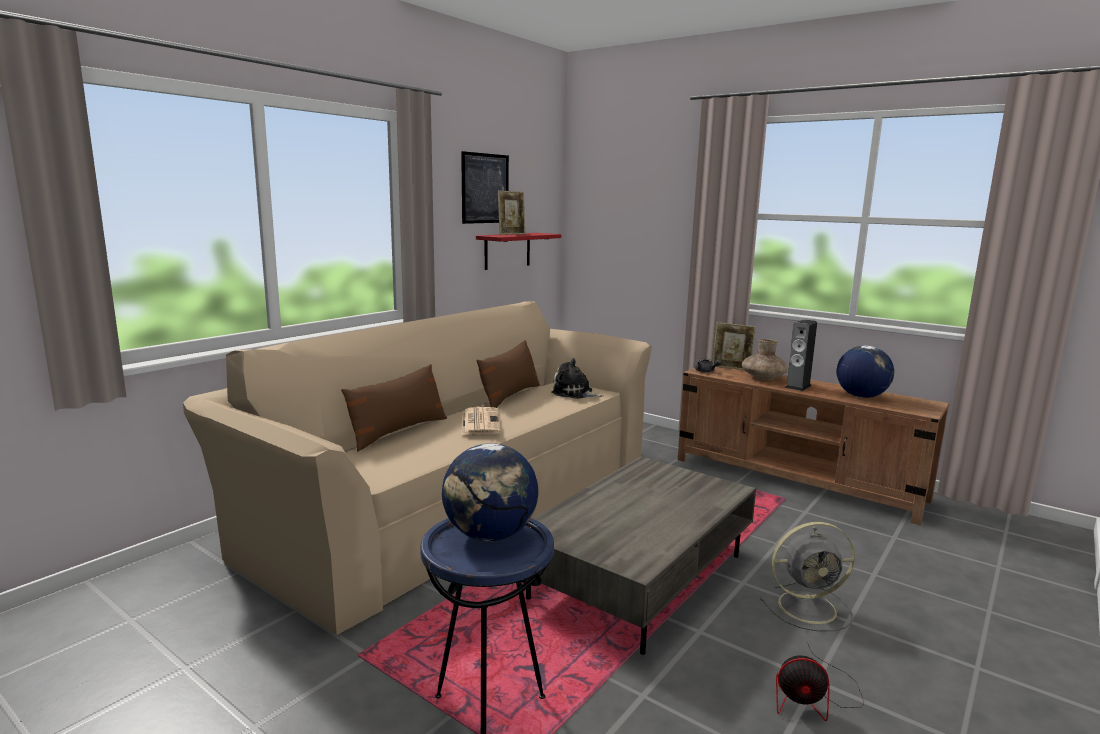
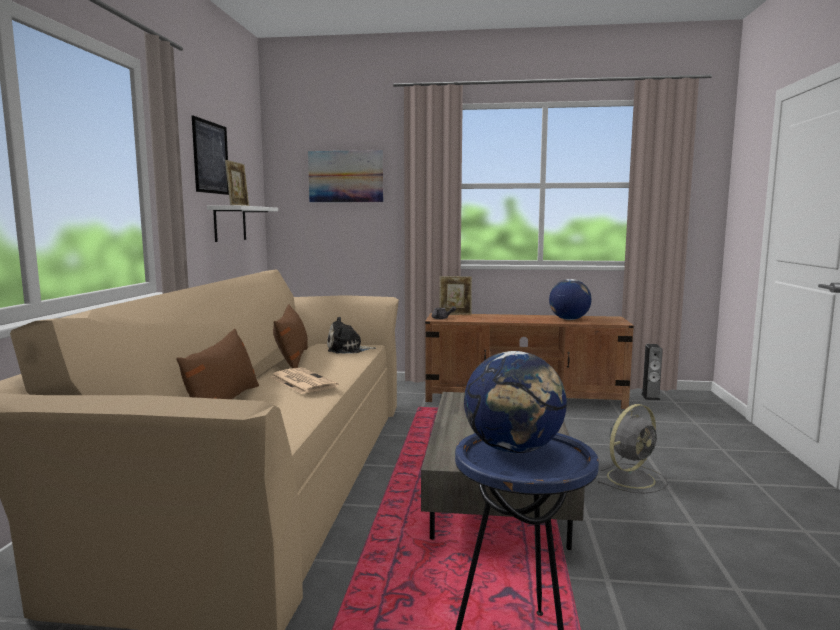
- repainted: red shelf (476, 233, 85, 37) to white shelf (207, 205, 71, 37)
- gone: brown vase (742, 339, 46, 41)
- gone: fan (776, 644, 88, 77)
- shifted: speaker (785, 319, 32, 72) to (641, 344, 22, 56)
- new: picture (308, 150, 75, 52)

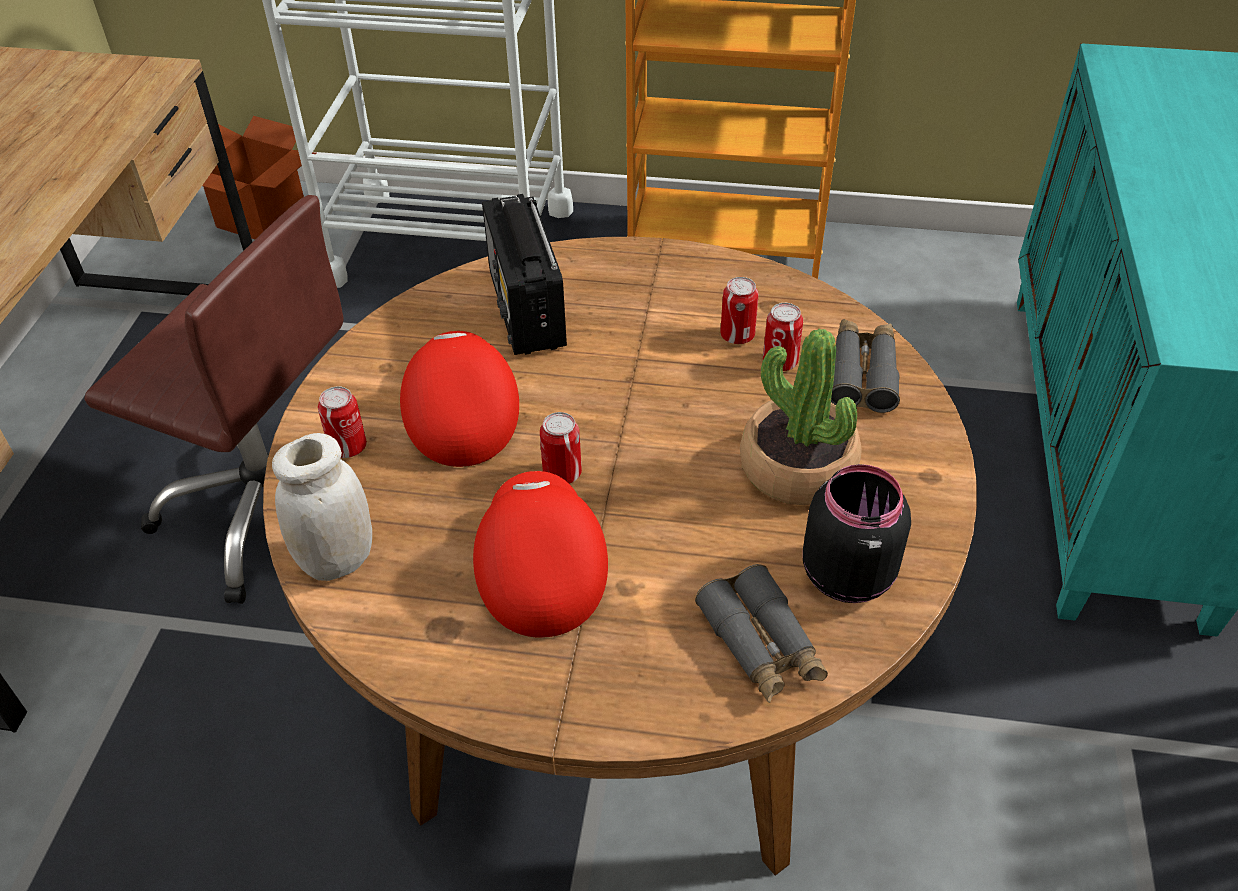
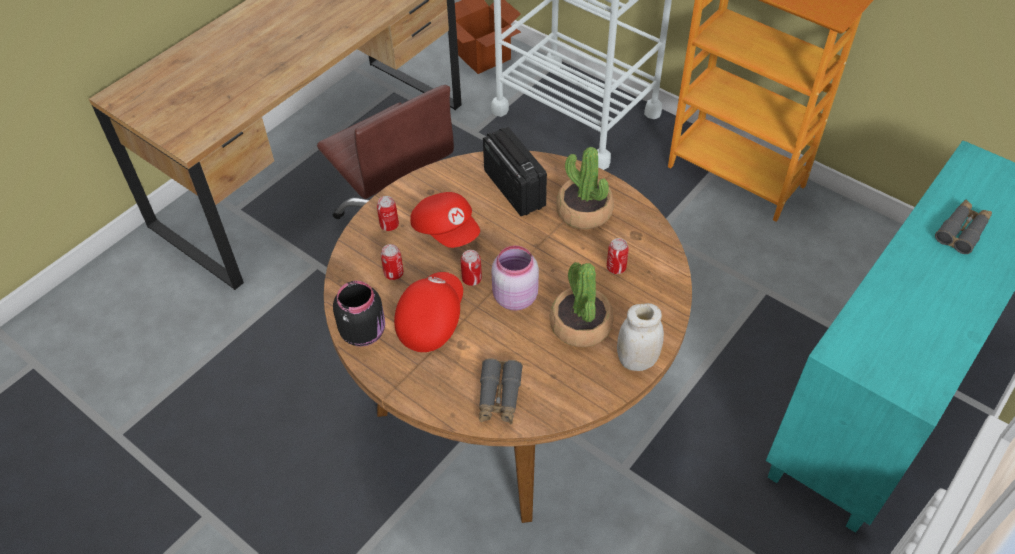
- shifted: white jar (272, 433, 100, 148) to (617, 303, 47, 68)
- rotated: red cap (400, 331, 119, 136) = (410, 192, 70, 56) 120 degrees clockwise
- rotated: radio (482, 194, 85, 161) = (483, 127, 64, 89) 135 degrees clockwise
- shifted: can (720, 277, 38, 67) to (381, 244, 23, 36)
- shifted: black jar (803, 464, 108, 139) to (333, 281, 52, 66)
- shifted: grey binoculars (831, 319, 69, 94) to (935, 200, 57, 54)
- new: pink jar (491, 246, 48, 65)
- new: potted plant (556, 147, 58, 83)

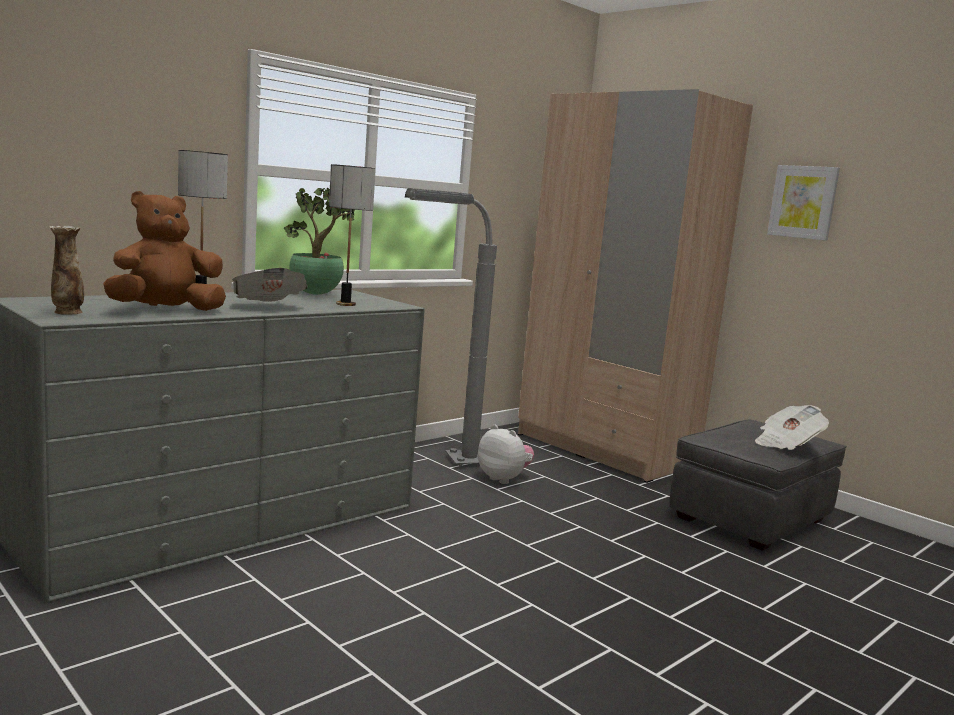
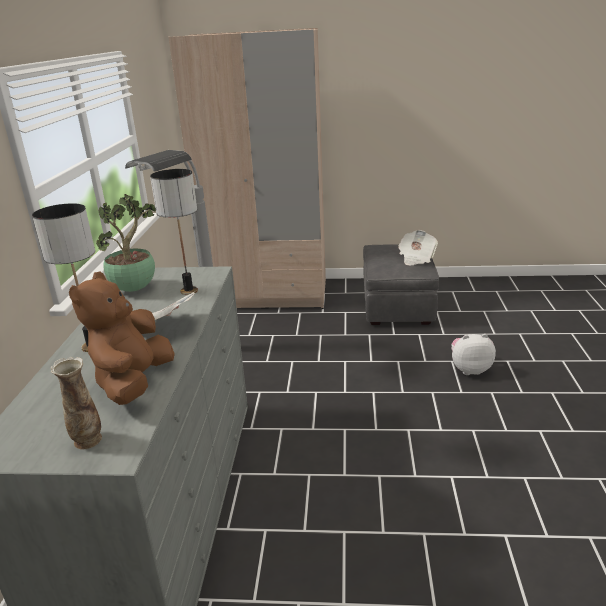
- shifted: plush toy (478, 425, 56, 59) to (451, 334, 45, 41)
- gone: picture (767, 165, 73, 76)

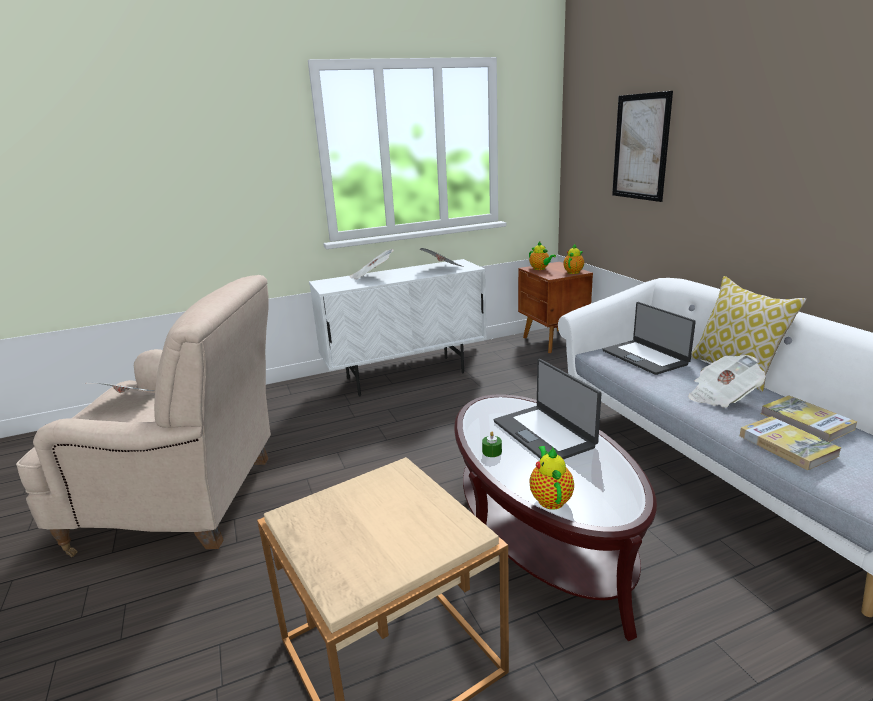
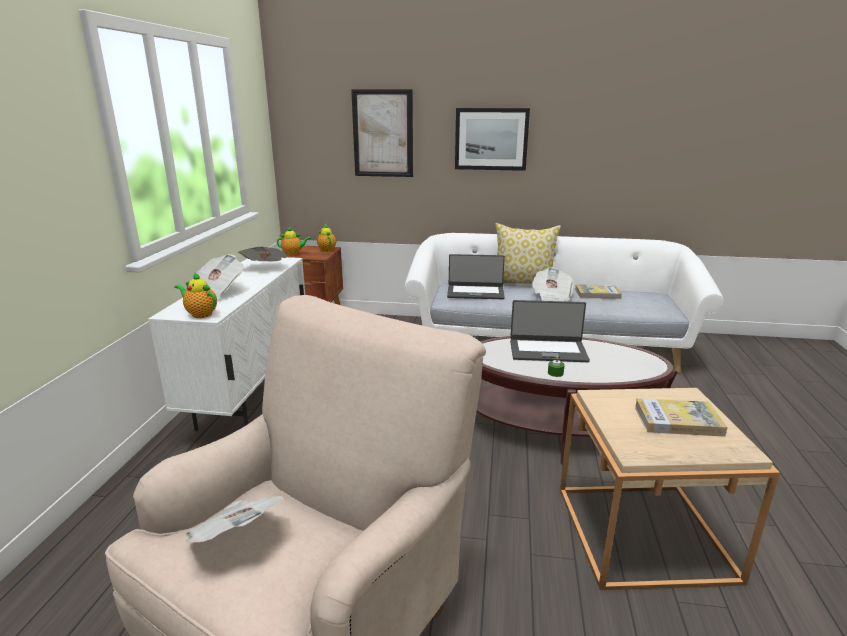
- shifted: teapot (529, 446, 45, 63) to (174, 272, 43, 46)
- shifted: book (740, 416, 101, 54) to (635, 398, 93, 39)
- new: picture (455, 108, 75, 63)

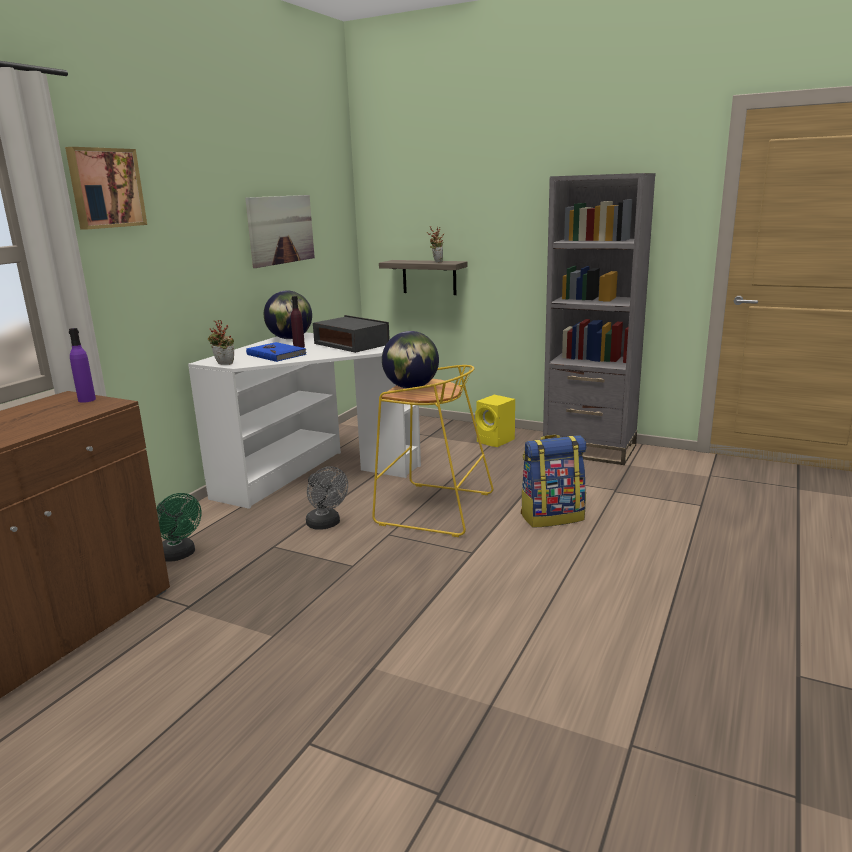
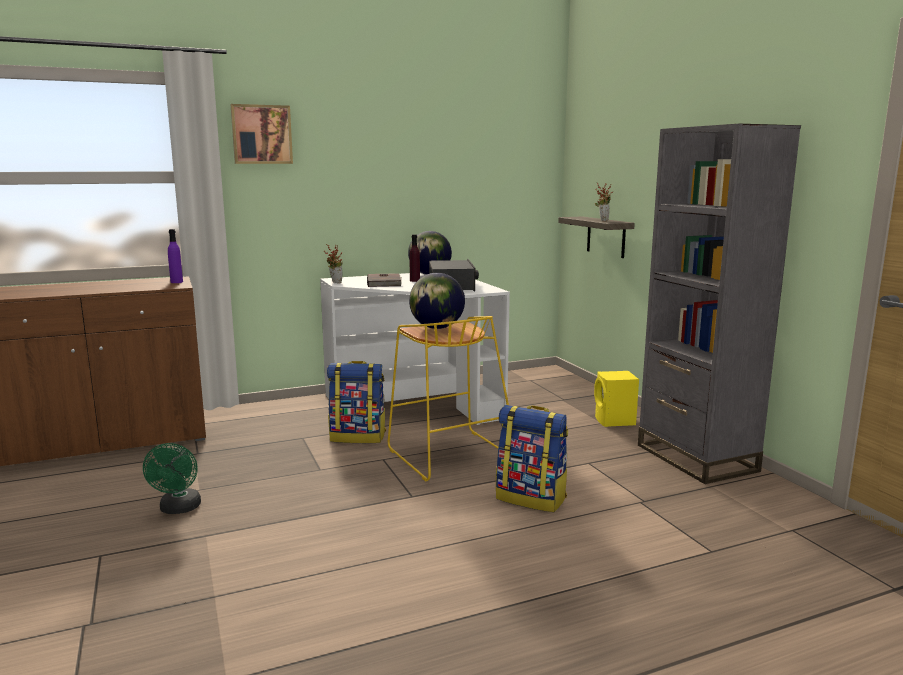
- shifted: green fan (157, 493, 45, 69) to (143, 443, 58, 71)
- gone: picture (245, 195, 70, 73)
- repainted: blue book (246, 342, 61, 20) to brown book (367, 273, 35, 14)
- swapped: grey fan (306, 466, 42, 64) to backpack (327, 361, 59, 82)

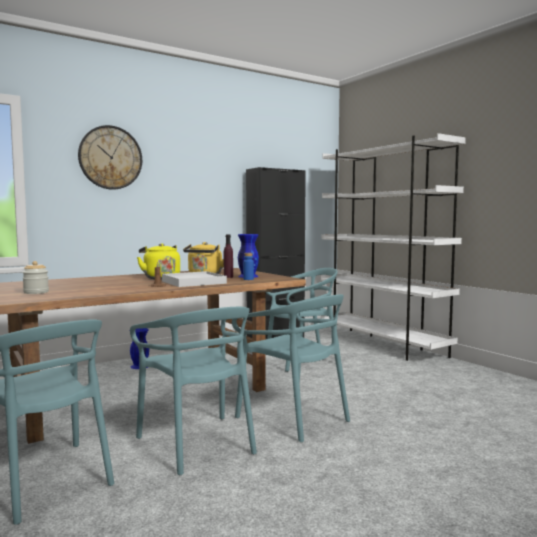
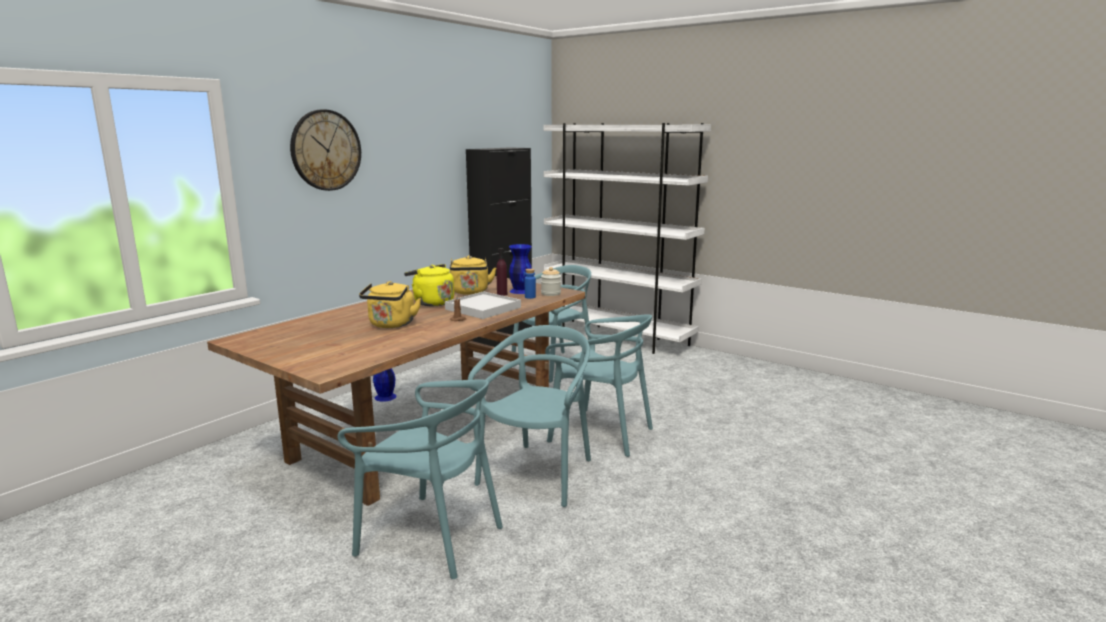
- shifted: jar (22, 261, 27, 33) to (541, 267, 20, 29)
- rotated: turquoise chair (130, 307, 127, 168) = (468, 325, 123, 182) 105 degrees counterclockwise
- new: yellow kettle (359, 281, 62, 47)

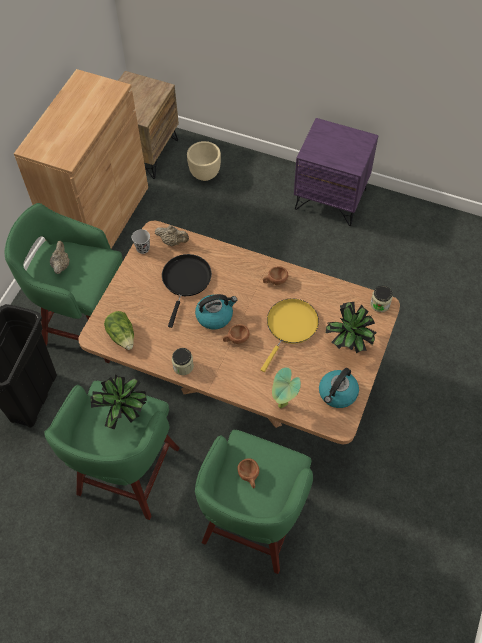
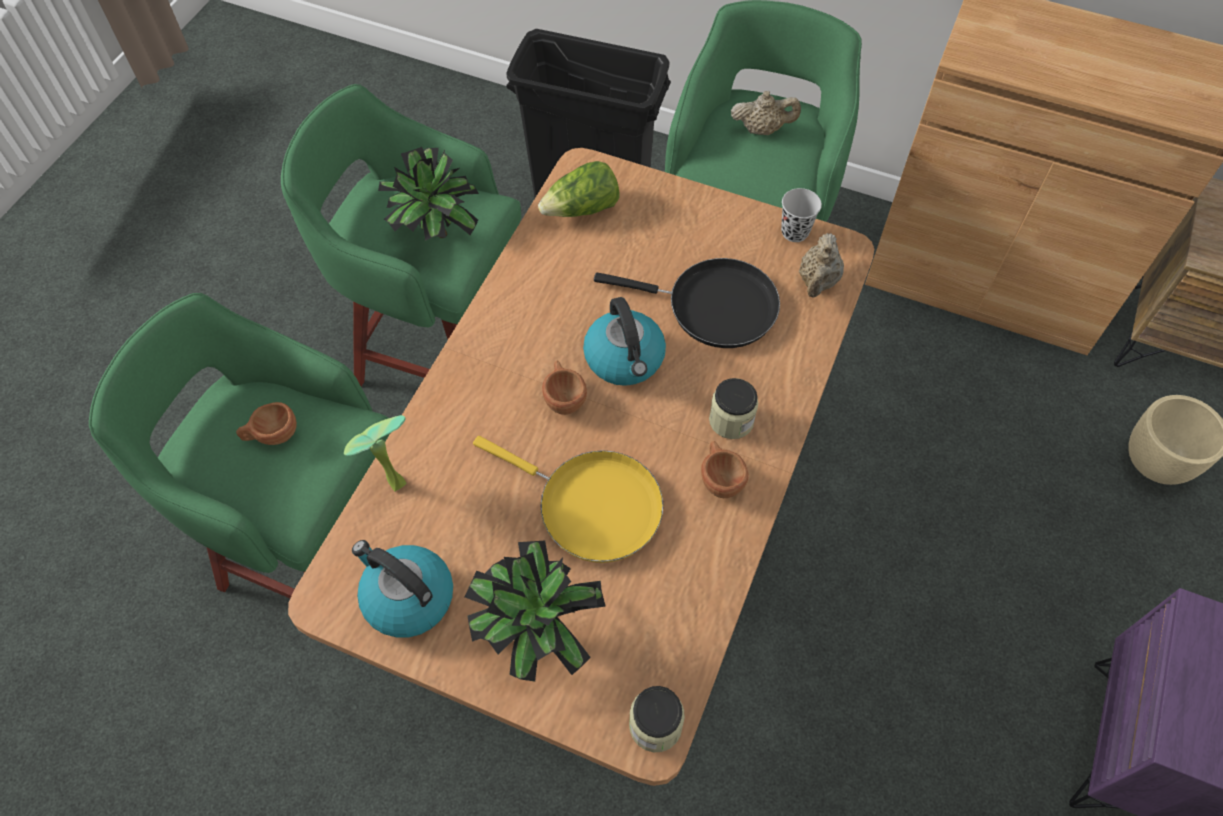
- shifted: jar (172, 348, 22, 27) to (709, 378, 49, 61)

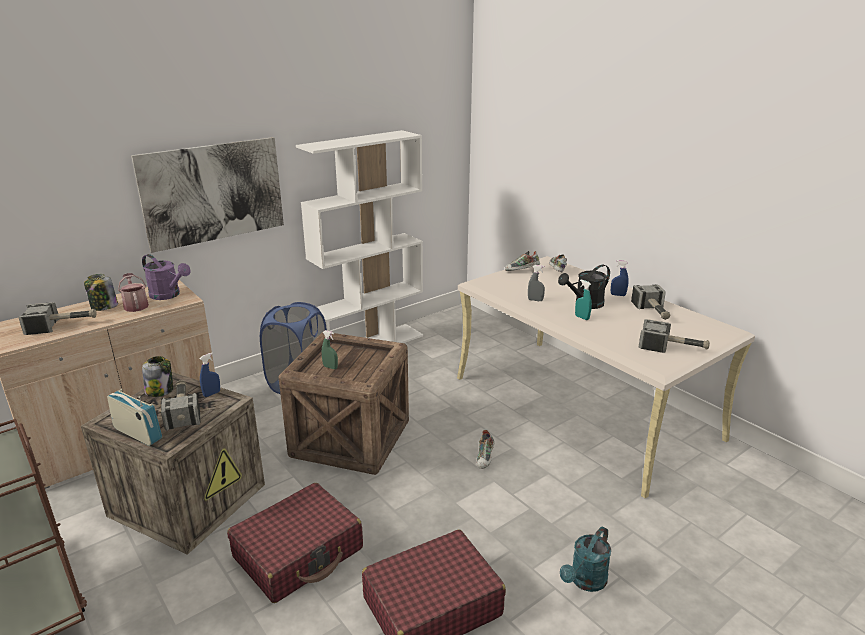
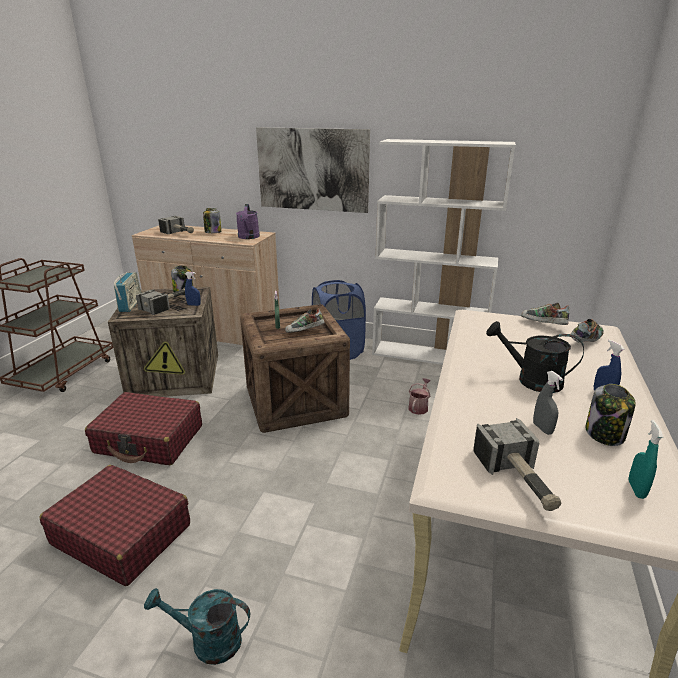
- shifted: watering can (118, 273, 31, 39) to (409, 378, 22, 37)
- shifted: shoe (477, 430, 18, 39) to (285, 308, 40, 25)
- shifted: grey spray bottle (528, 265, 17, 36) to (533, 371, 30, 64)
- shifted: turquoise spray bottle (575, 279, 17, 41) to (629, 420, 34, 79)
- swapped: hammer (631, 284, 40, 36) to jar (585, 384, 51, 62)

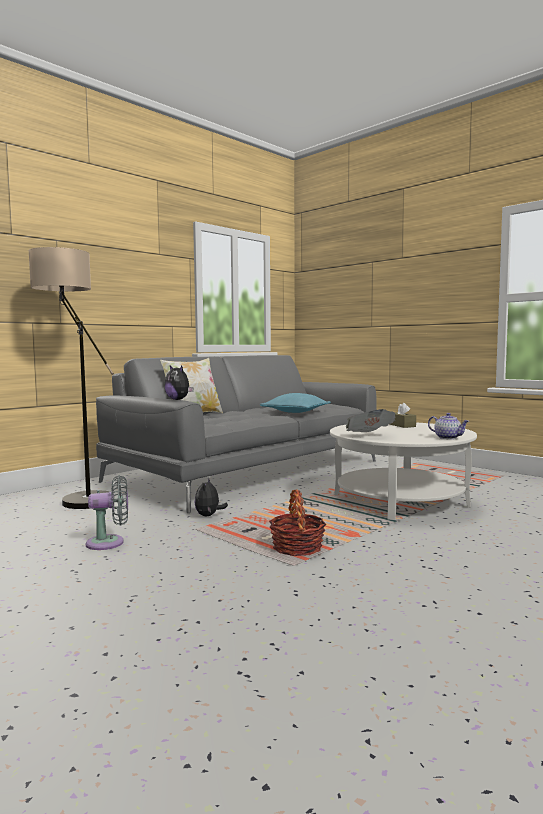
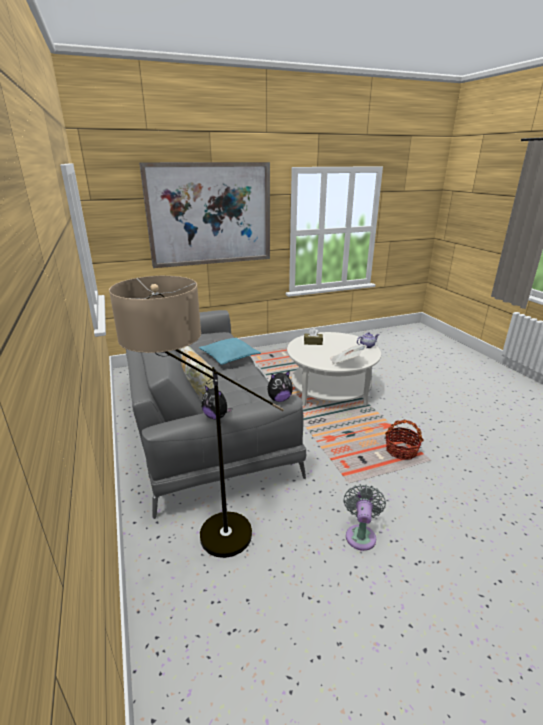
- shifted: plush toy (195, 477, 33, 39) to (202, 385, 30, 34)
- new: picture (139, 162, 131, 106)

